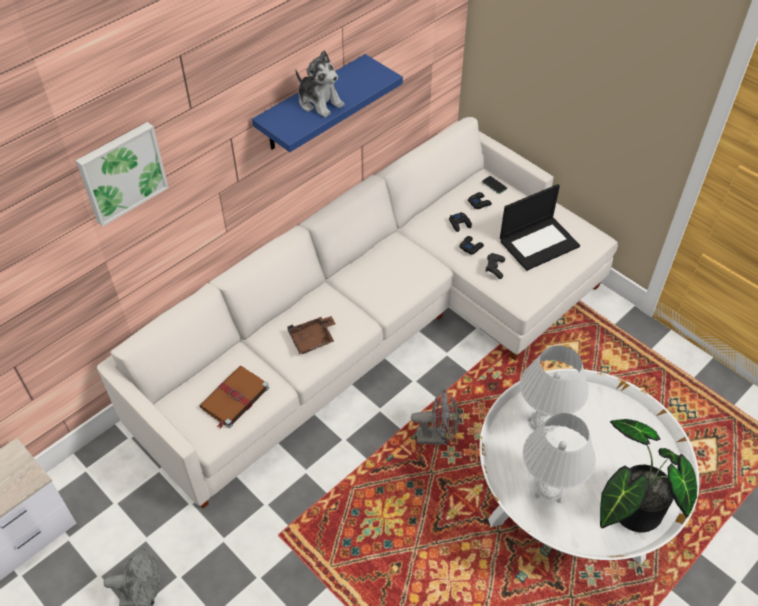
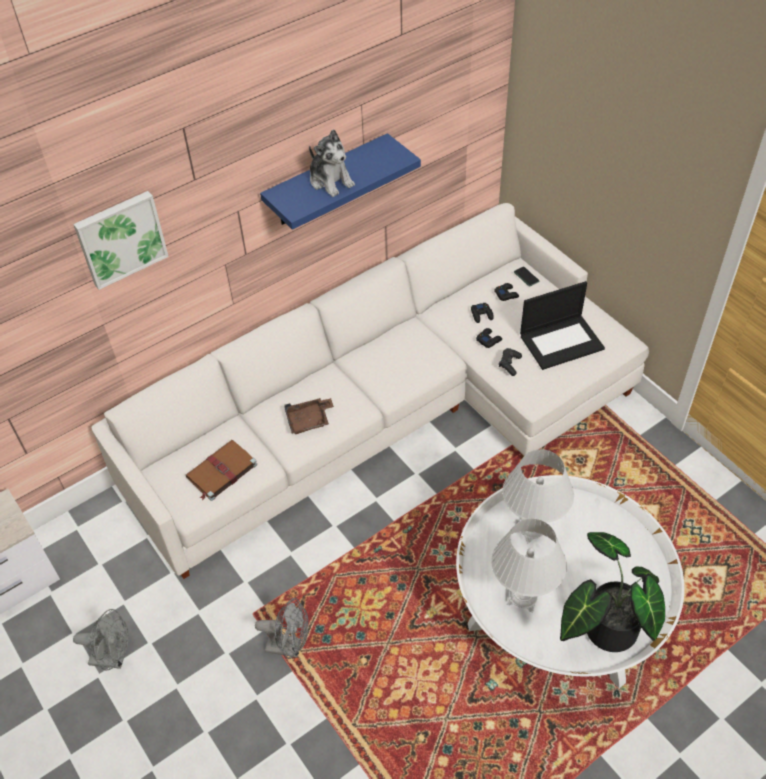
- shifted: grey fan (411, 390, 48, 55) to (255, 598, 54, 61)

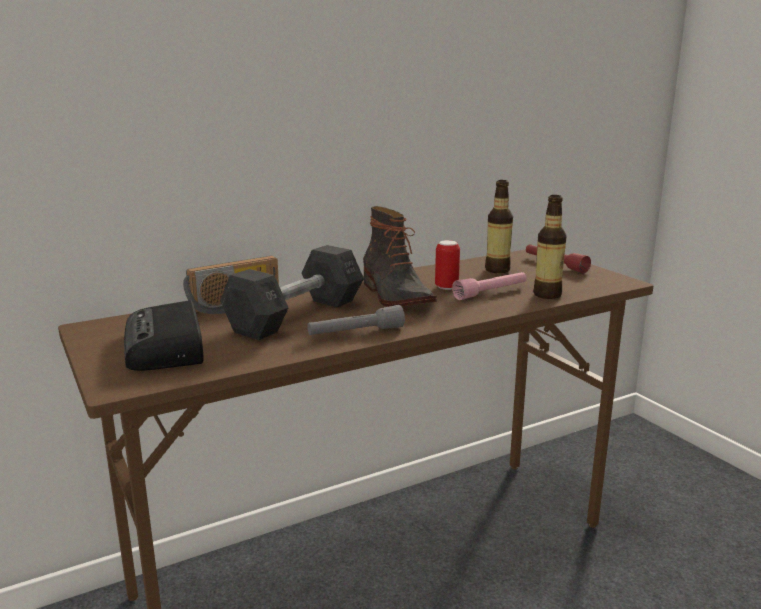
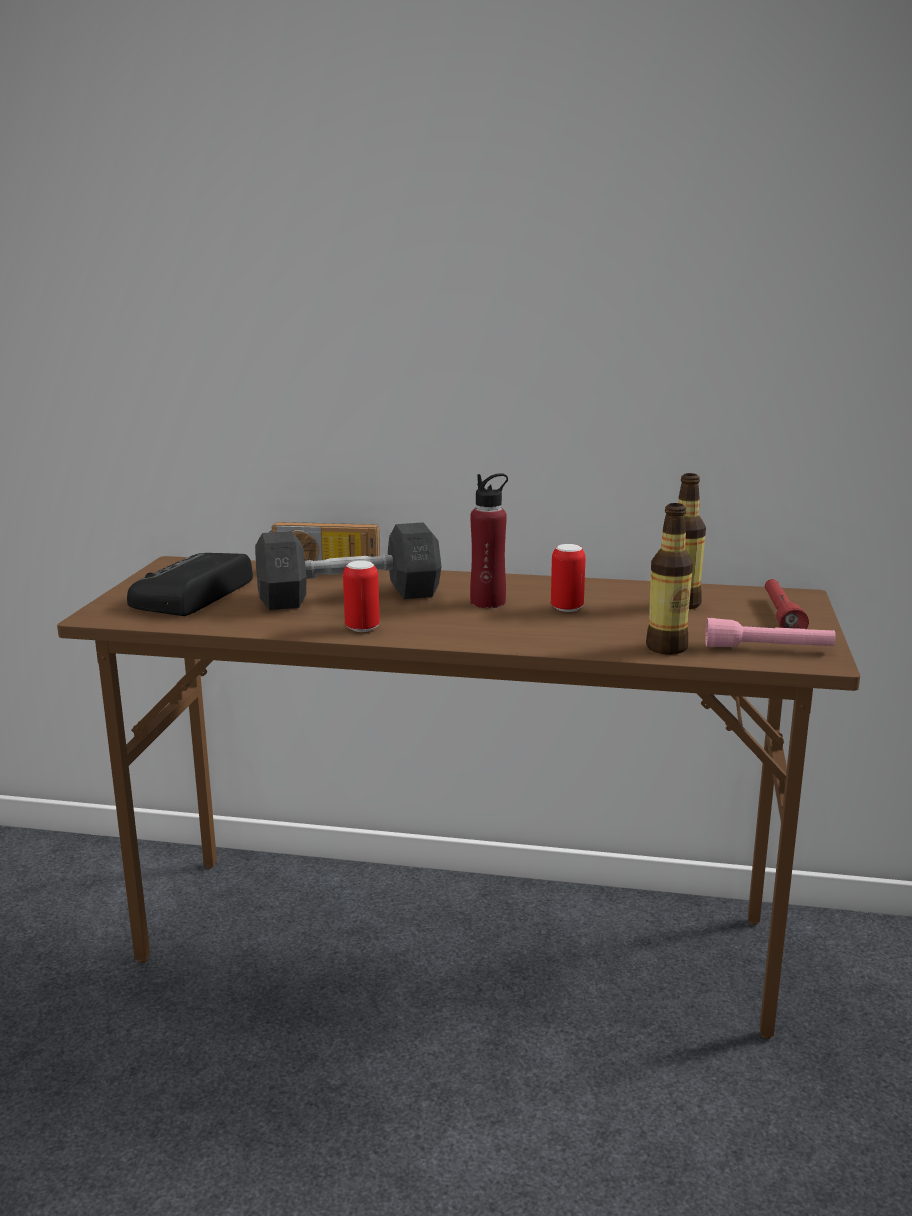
- swapped: grey flashlight (307, 305, 98, 30) to can (343, 561, 37, 71)
- swapped: boot (363, 206, 74, 101) to red bottle (470, 473, 38, 135)
- shifted: pink flashlight (452, 272, 74, 28) to (705, 618, 131, 29)

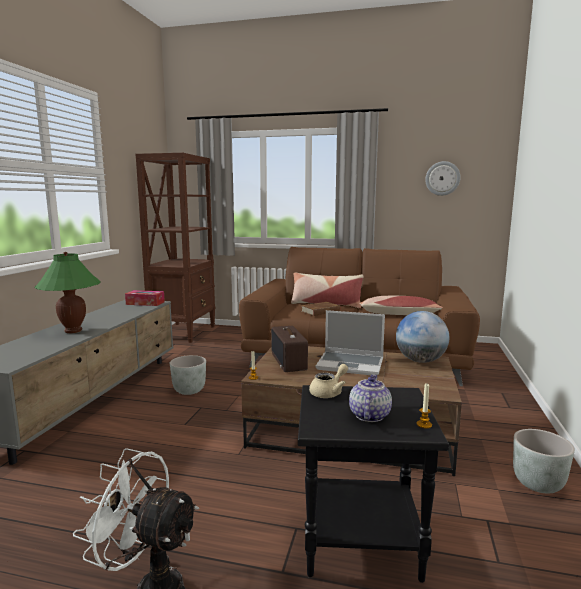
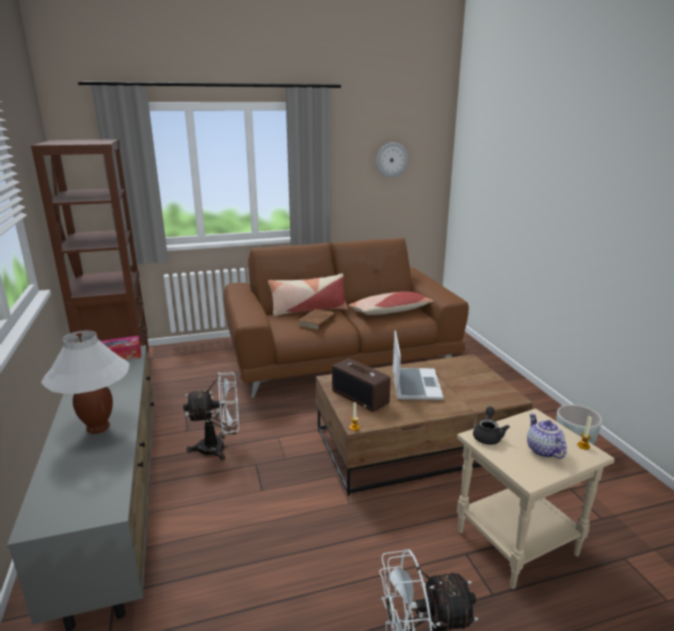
- repainted: green table lamp (34, 252, 66, 81) to white table lamp (41, 331, 89, 103)
- swapped: grey planter (170, 355, 36, 40) to white fan (183, 372, 56, 89)
- repainted: black side table (298, 385, 151, 198) to beige side table (457, 409, 158, 180)
- repainted: beige teapot (309, 364, 39, 34) to black teapot (473, 407, 37, 38)
- rotated: laptop (316, 310, 69, 65) = (393, 330, 51, 70) 75 degrees counterclockwise
- gone: globe (396, 311, 53, 52)

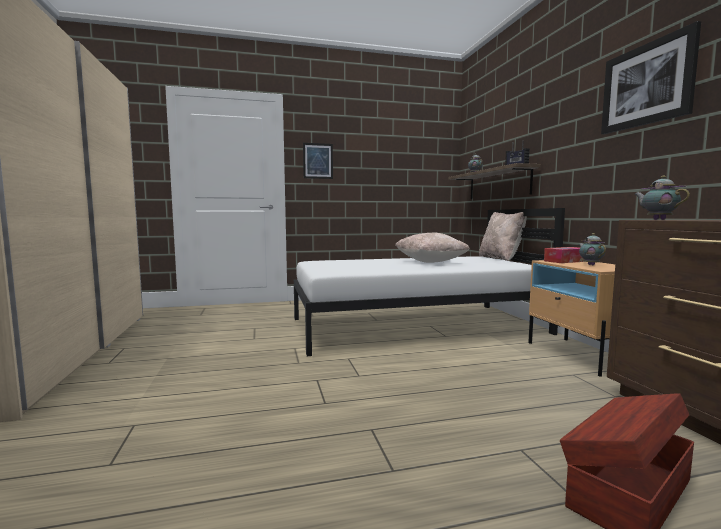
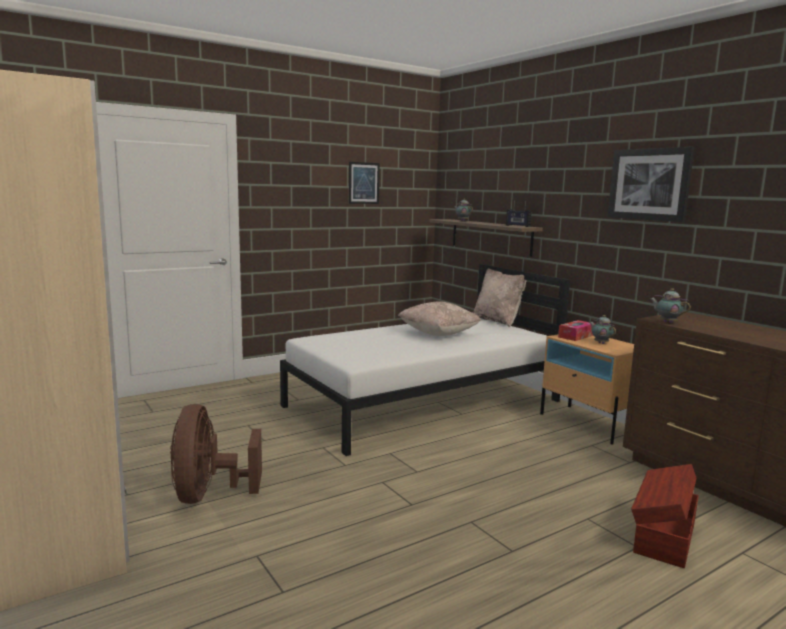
- shifted: picture (303, 143, 30, 36) to (349, 162, 31, 42)
- new: brown fan (170, 404, 92, 100)

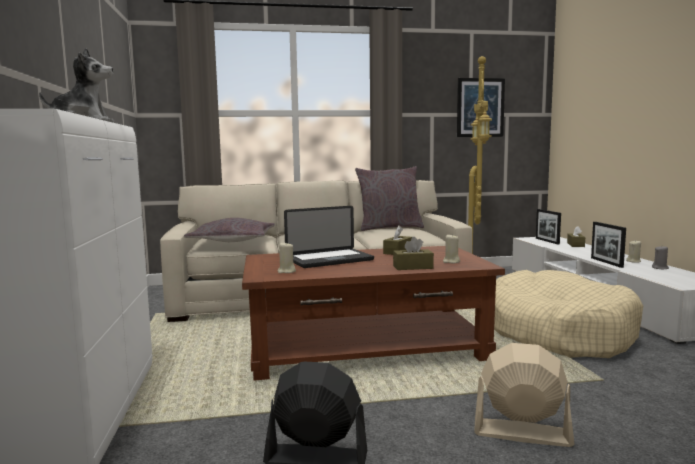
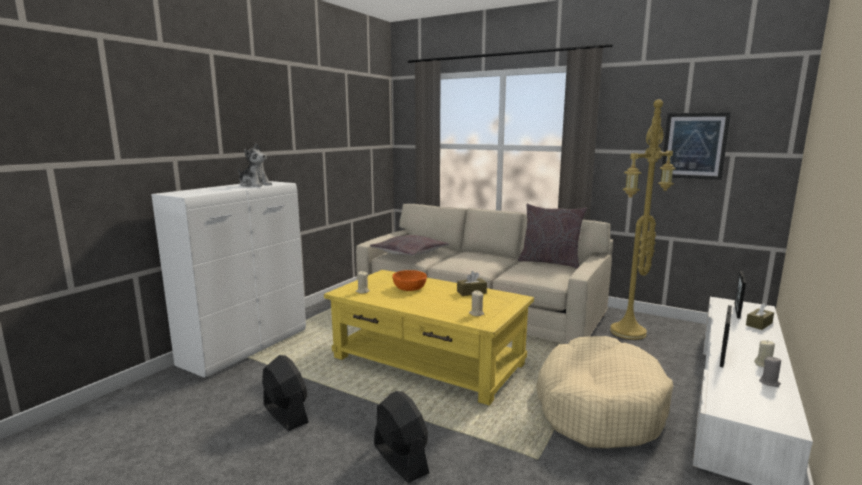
- repainted: brown coffee table (242, 246, 263, 134) to yellow coffee table (324, 270, 210, 135)
- swapped: laptop (284, 206, 90, 62) to orange bowl (393, 270, 34, 21)
- gone: brown tissue box (393, 237, 41, 33)
- repainted: beige fan (474, 343, 101, 104) to black fan (374, 391, 55, 92)

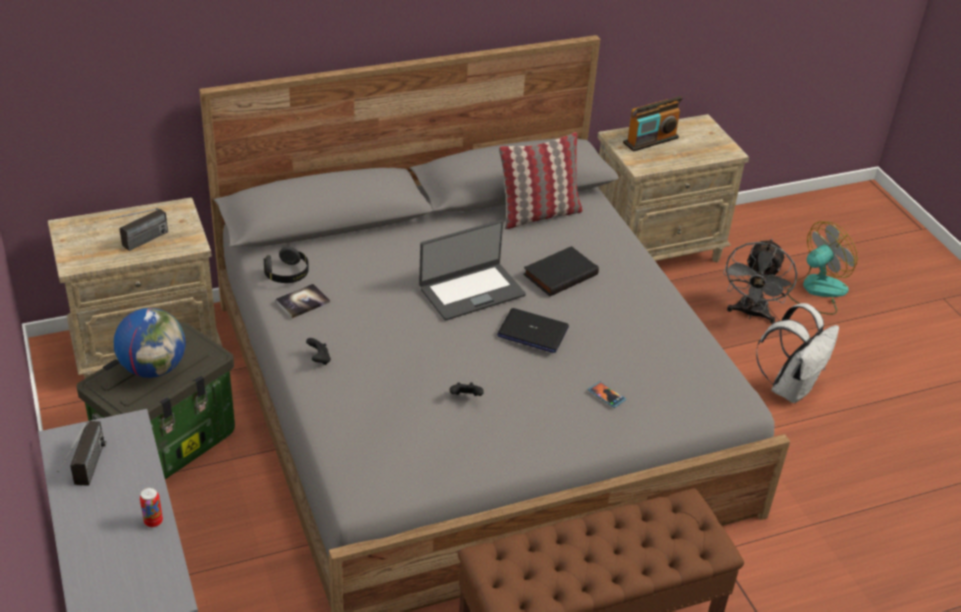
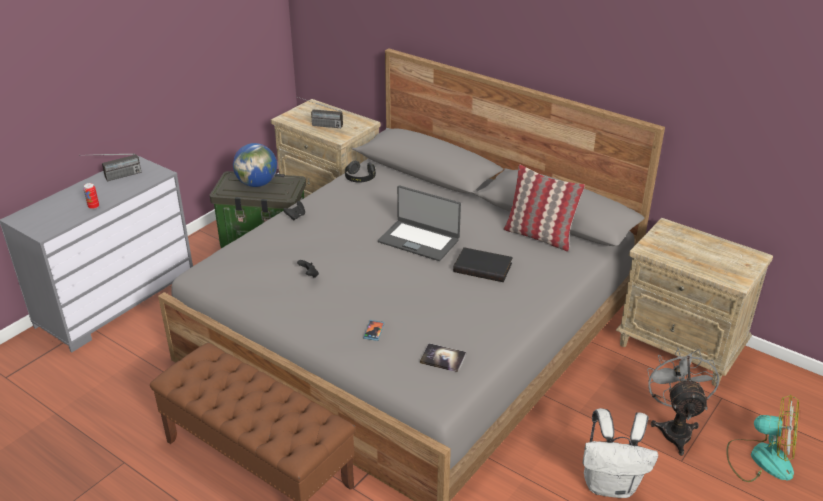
- shifted: book (275, 284, 55, 34) to (420, 343, 46, 29)
- gone: laptop (497, 308, 72, 45)
- gone: radio (623, 96, 59, 56)
- rotated: grey fan (723, 239, 74, 85) = (647, 347, 72, 109) 105 degrees clockwise

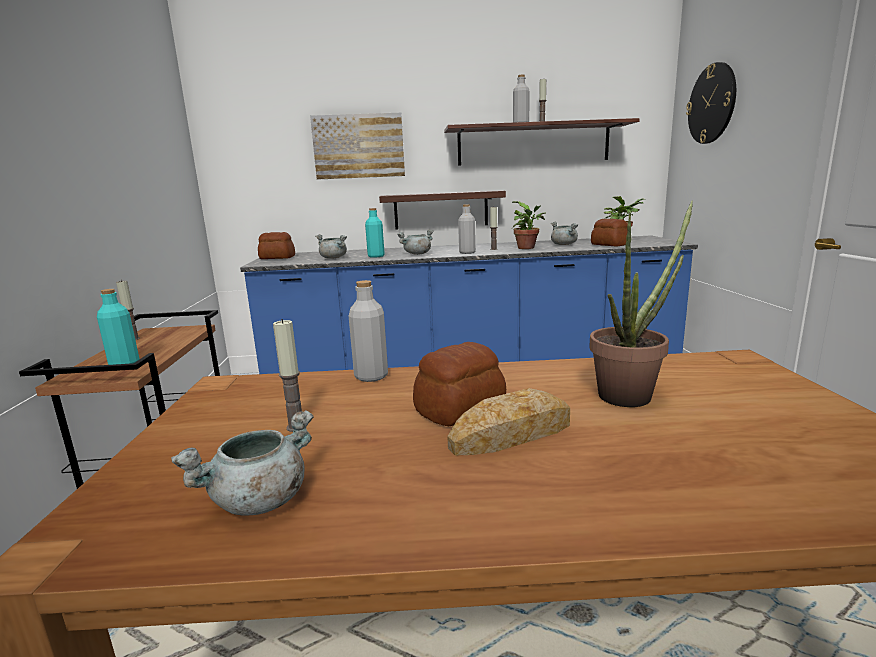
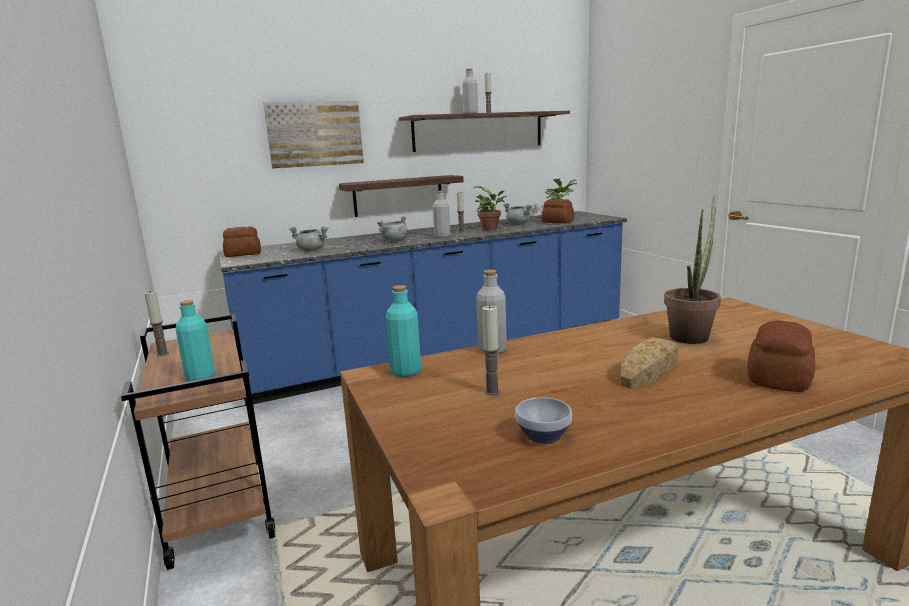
- swapped: grey cooking pot (171, 410, 143, 105) to bowl (515, 397, 57, 47)
- shifted: turquoise bottle (365, 208, 20, 50) to (386, 285, 35, 92)
- shifted: bread (413, 342, 93, 85) to (747, 320, 68, 72)
- gone: wall clock (686, 62, 50, 82)

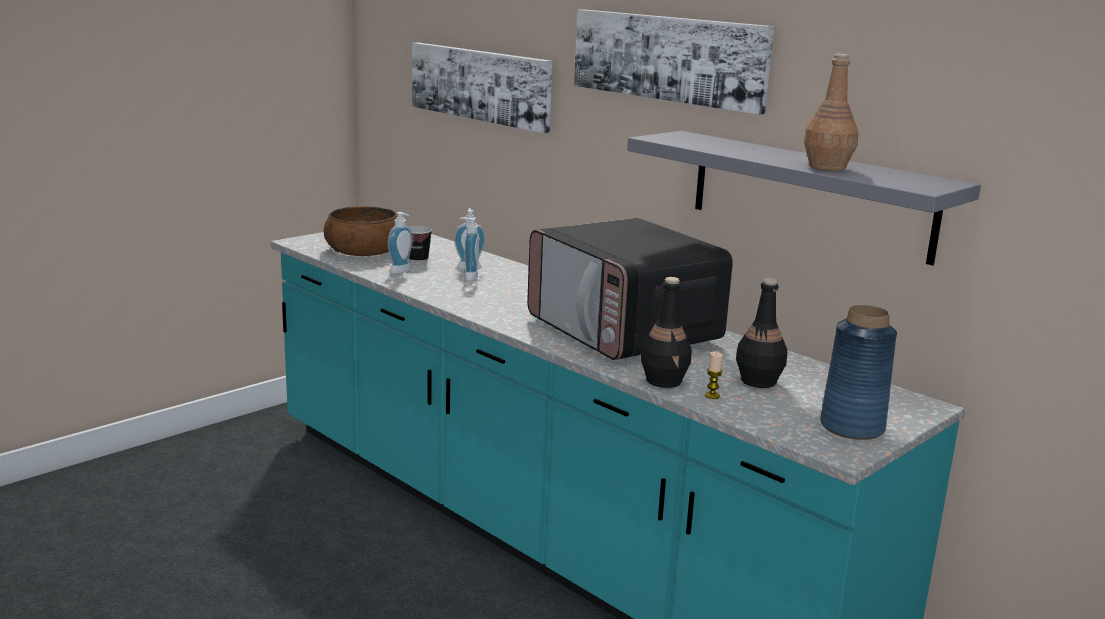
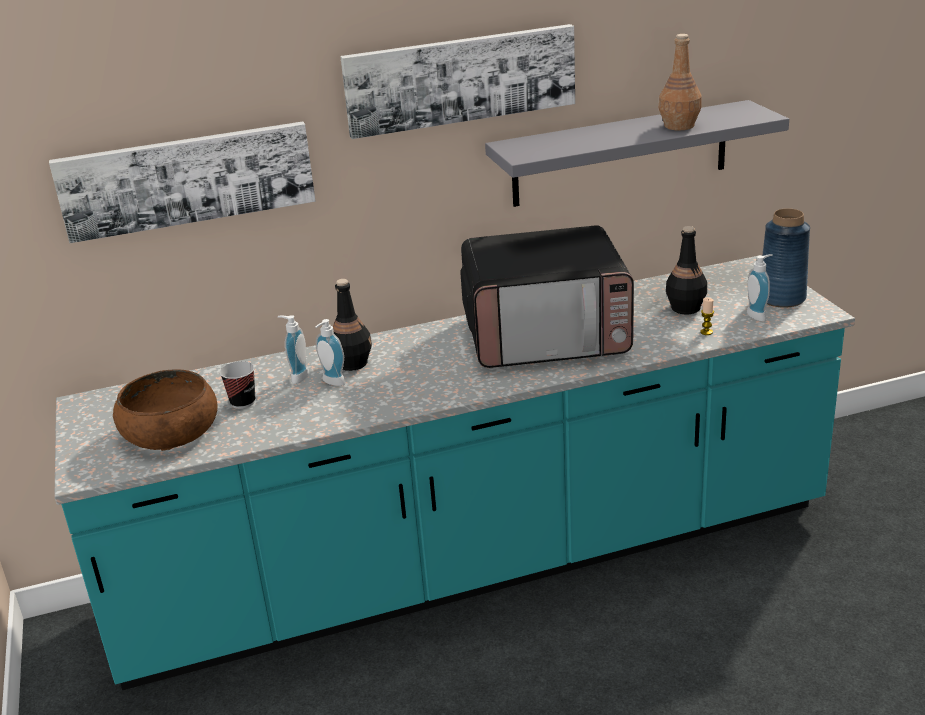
- shifted: soap dispenser (388, 212, 25, 62) to (747, 254, 26, 67)
- shifted: black bottle (641, 277, 51, 111) to (333, 279, 39, 92)

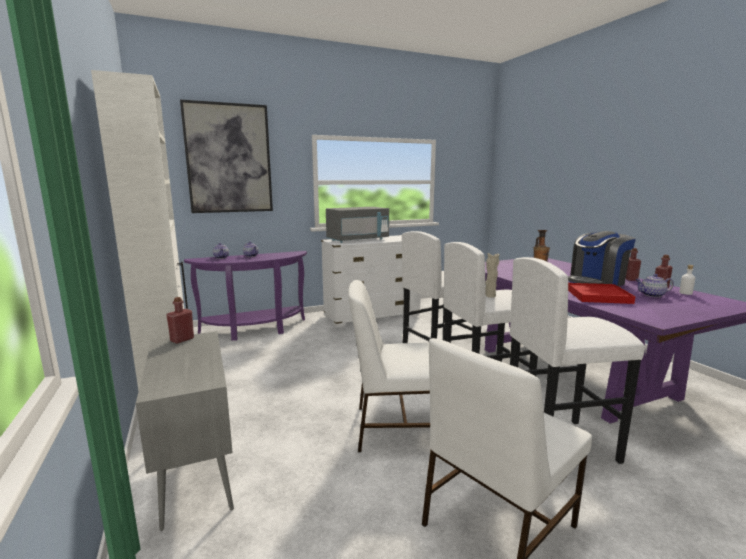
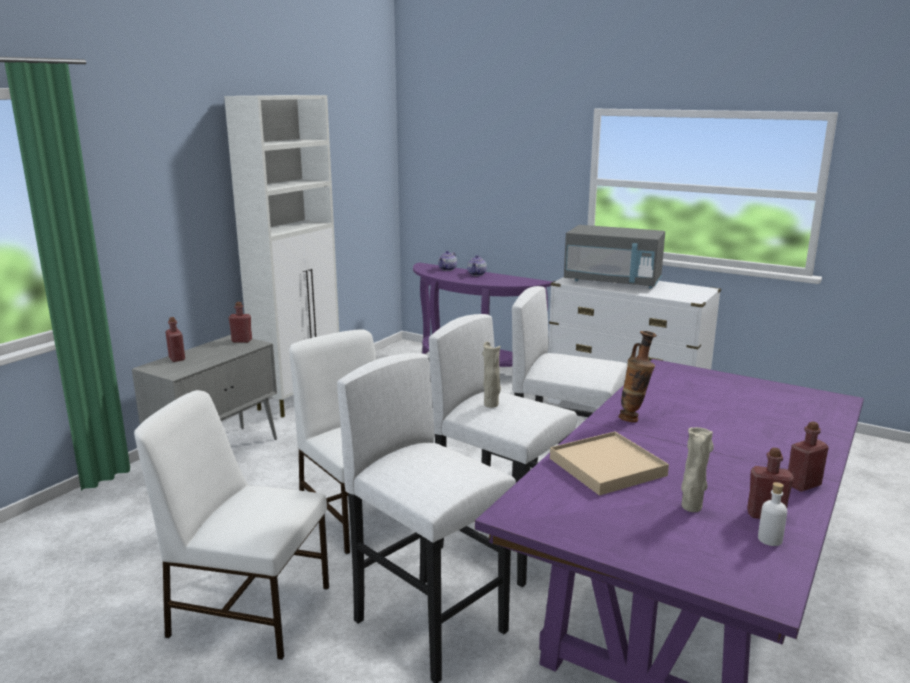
- gone: picture (180, 99, 93, 114)
- gone: coffee machine (568, 231, 68, 55)
- repainted: red tray (568, 283, 68, 21) to beige tray (550, 432, 119, 64)
- swapped: teapot (635, 274, 39, 23) to beige vase (681, 427, 33, 85)
- new: red bottle (165, 317, 20, 45)

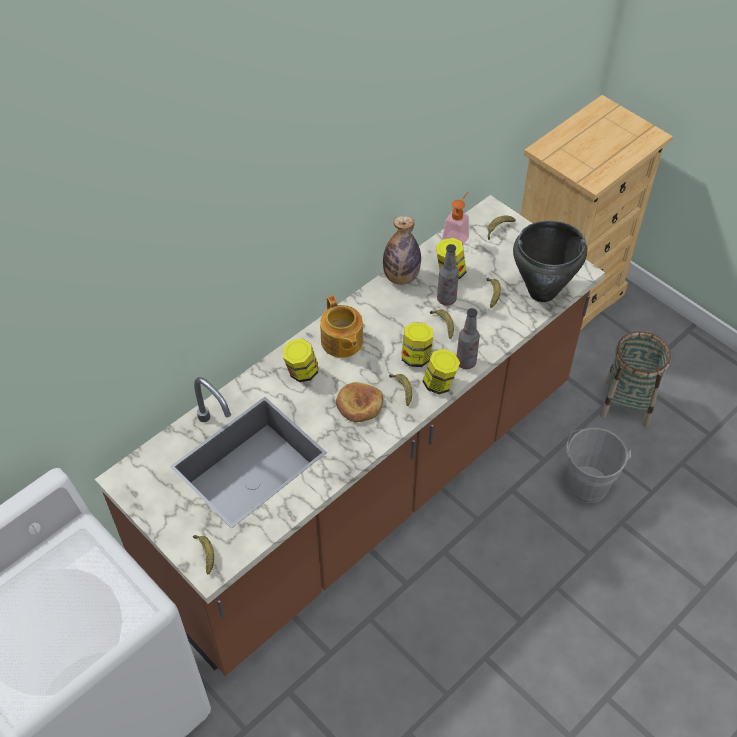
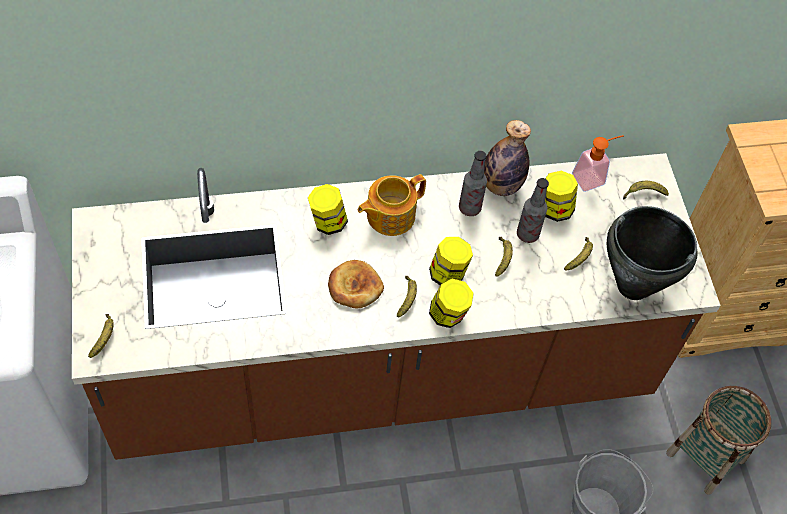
- rotated: teapot (320, 295, 43, 63) = (358, 174, 68, 62) 45 degrees clockwise
- shifted: bottle (457, 308, 23, 61) to (459, 151, 28, 65)

